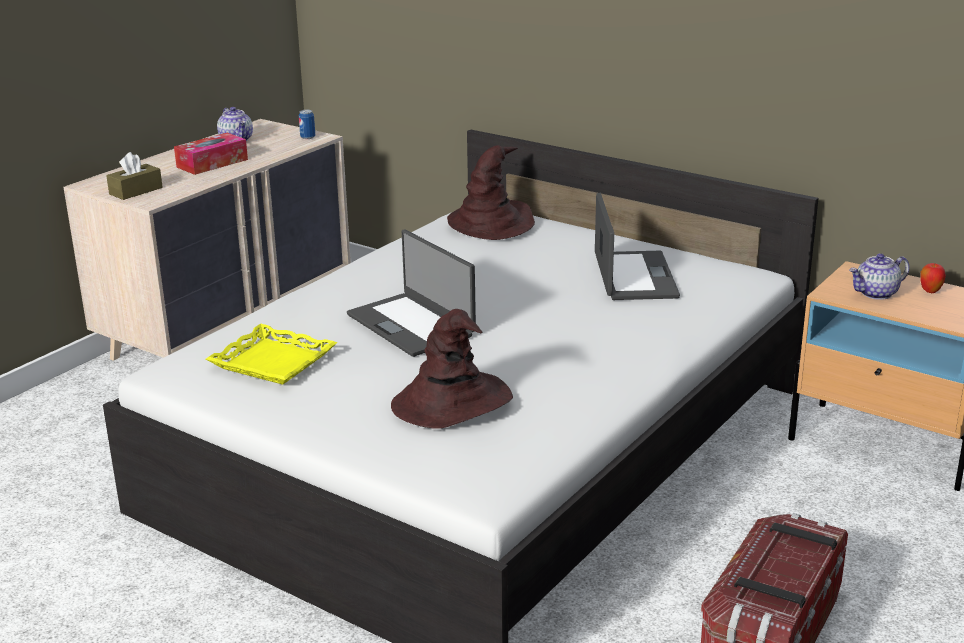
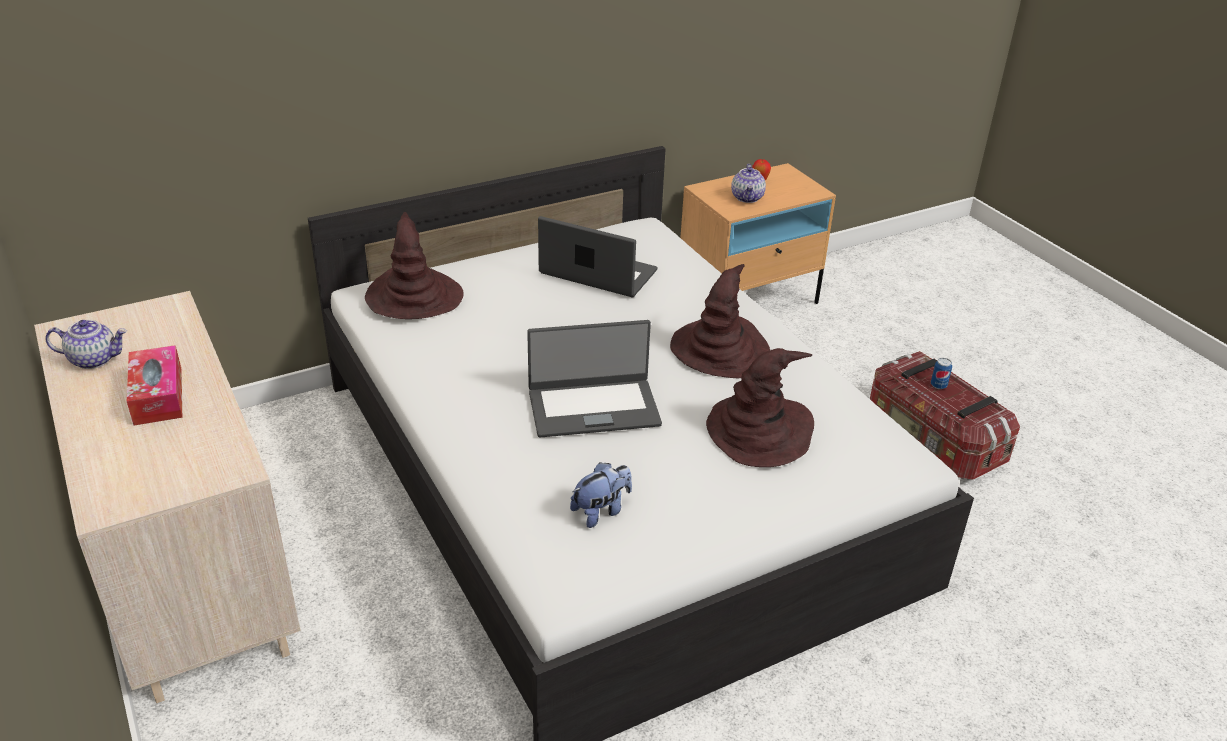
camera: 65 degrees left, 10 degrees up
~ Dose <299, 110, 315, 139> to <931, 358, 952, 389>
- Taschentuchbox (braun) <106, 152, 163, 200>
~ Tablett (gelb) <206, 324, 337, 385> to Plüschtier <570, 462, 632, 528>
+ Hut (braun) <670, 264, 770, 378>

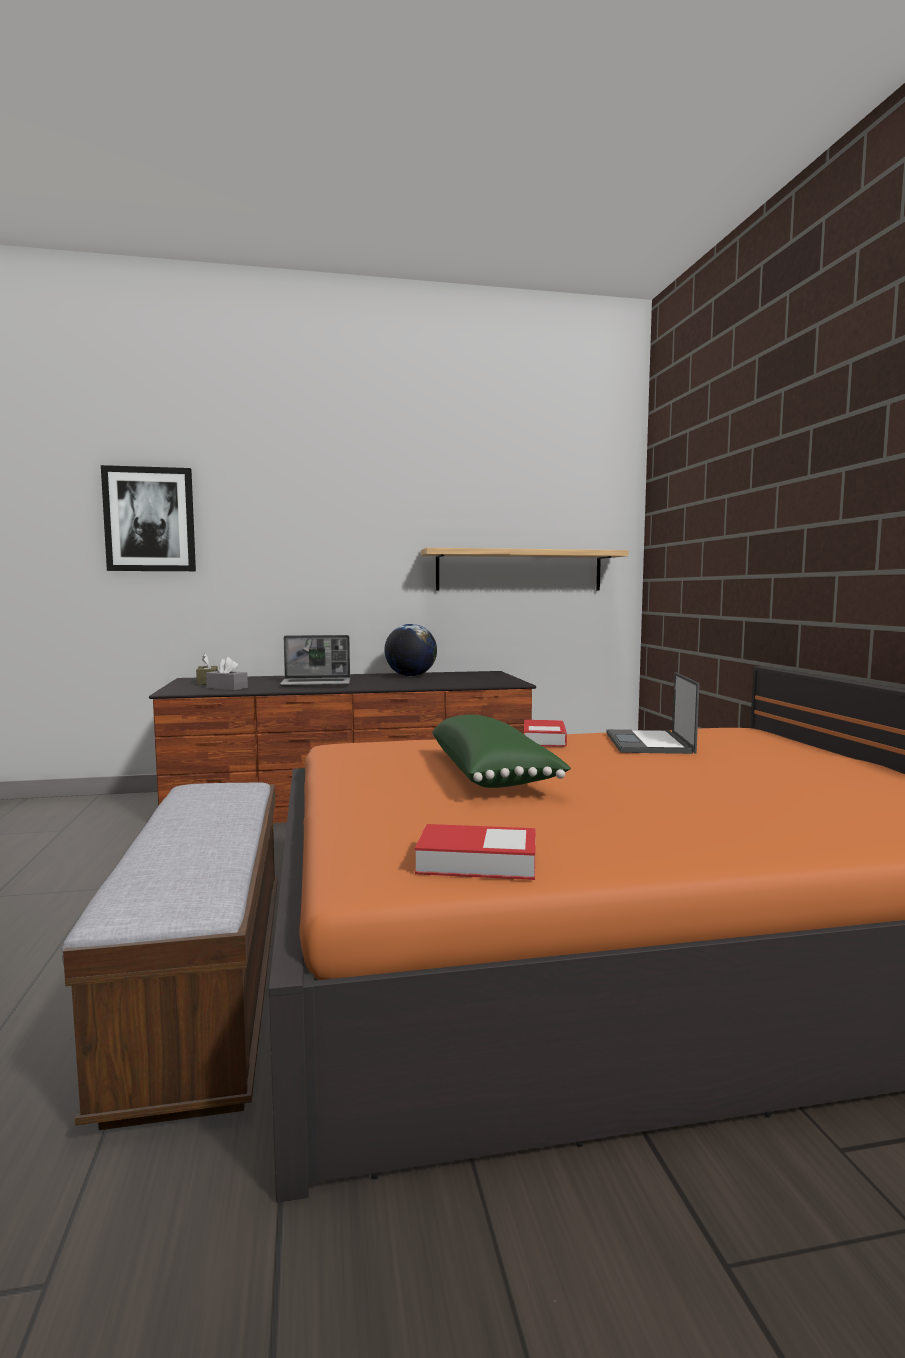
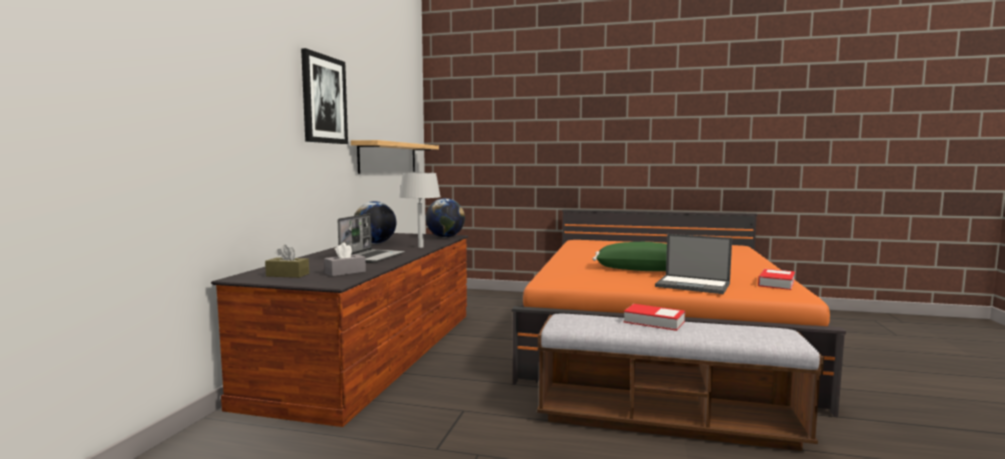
camera: 65 degrees left, 0 degrees up
~ Bild <101, 465, 196, 571> to <301, 48, 348, 144>
~ Laptop <607, 672, 699, 754> to <655, 234, 732, 294>
~ Buch <524, 720, 567, 747> to <624, 304, 685, 331>
+ Tischlampe (grau) <399, 173, 441, 248>
+ Globus <426, 198, 465, 237>

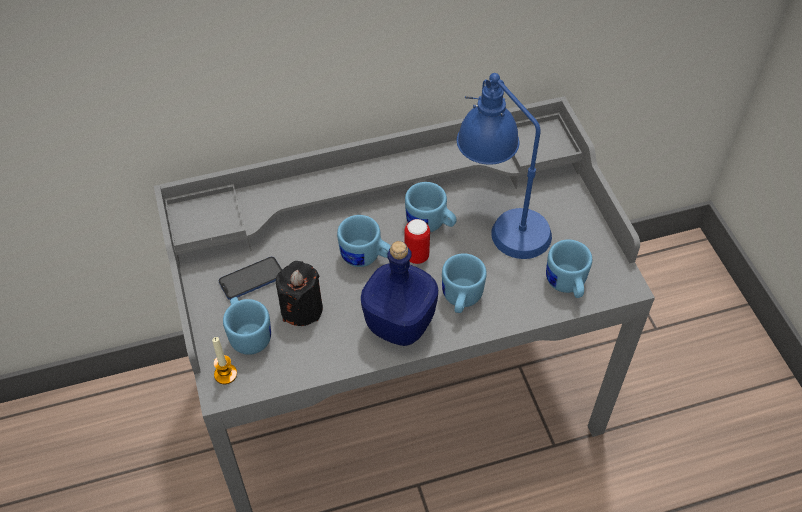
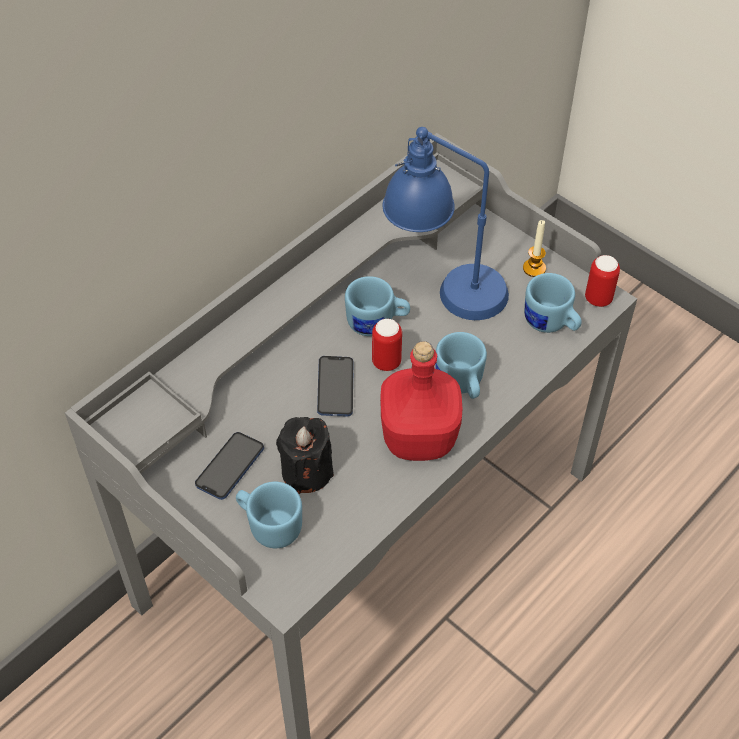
camera: 30 degrees left, 0 degrees up
~ Henkelbecher (blau) <337, 215, 391, 267> to Handy <317, 356, 353, 417>
~ Flasche (blau) <361, 241, 438, 346> to Flasche (rot) <380, 341, 462, 461>
~ Kerze <212, 337, 237, 384> to <523, 220, 546, 277>
+ Dose <585, 255, 620, 307>

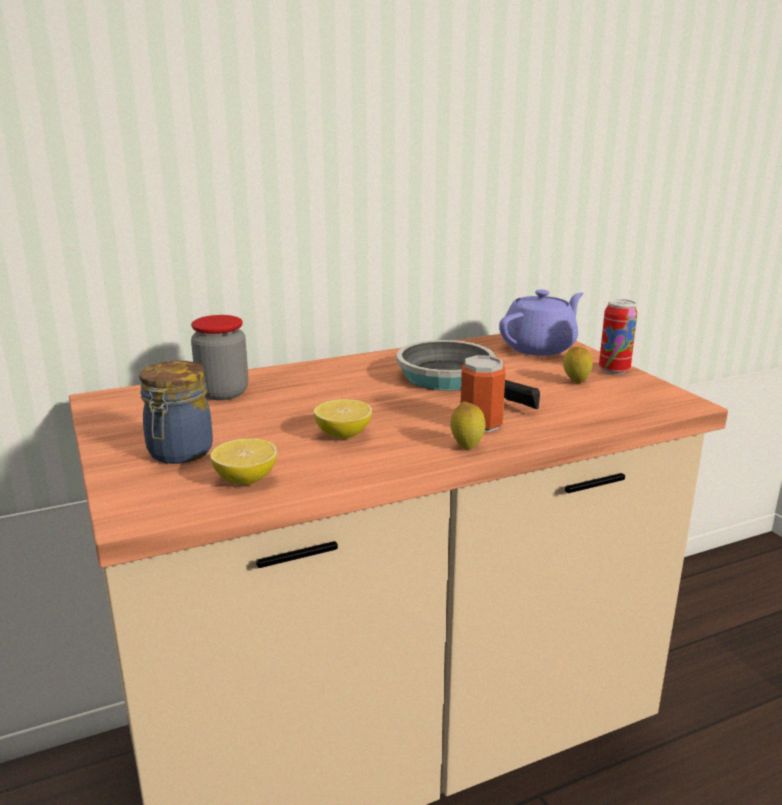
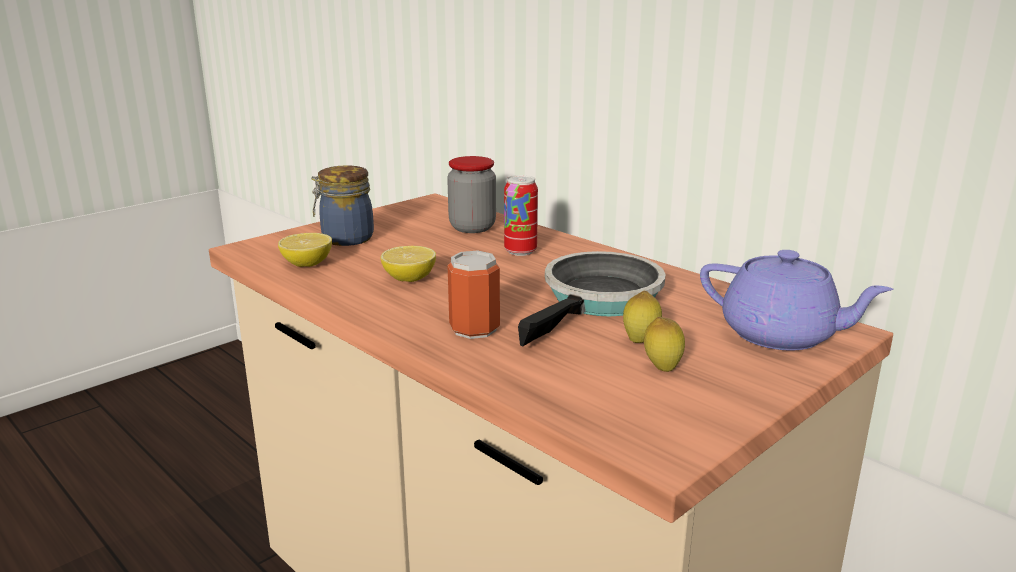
camera: 70 degrees right, 0 degrees up
~ Dose <599, 299, 637, 375> to <504, 175, 538, 256>
~ Zitrone <450, 401, 485, 450> to <623, 291, 662, 343>

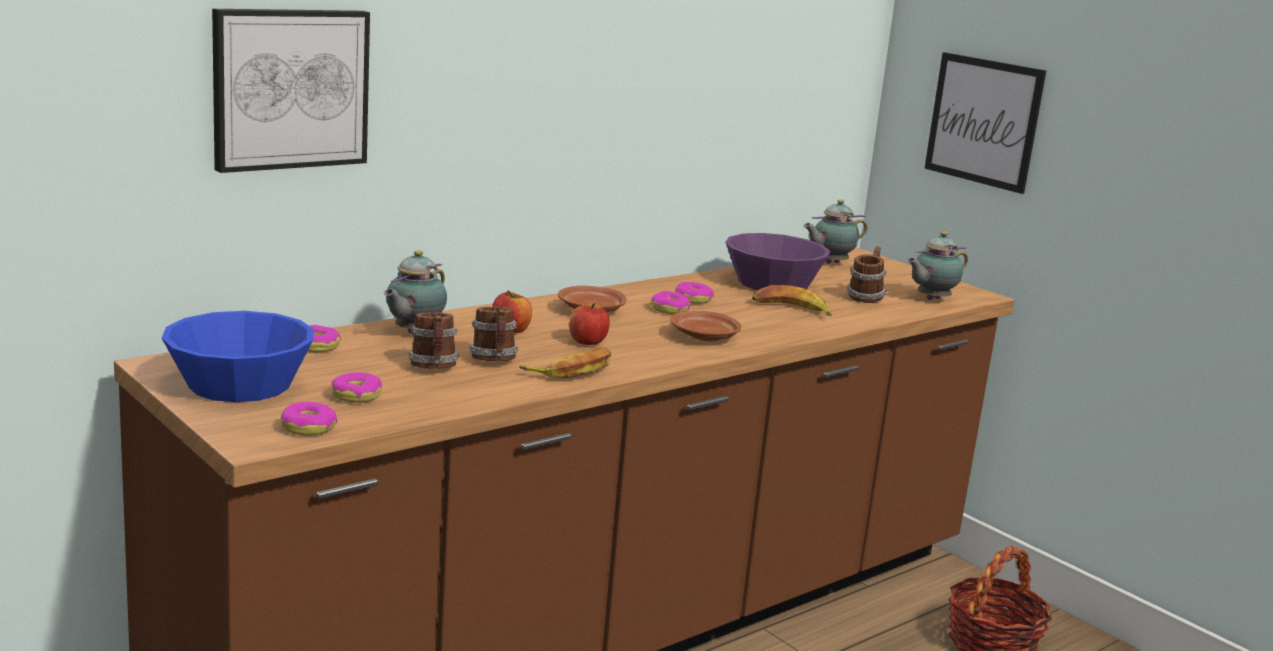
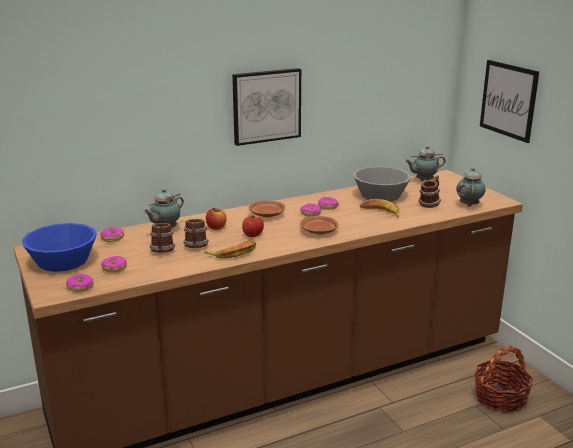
camera: 15 degrees right, 5 degrees up
~ Bild <212, 9, 370, 173> to <232, 68, 301, 146>
~ Teekanne <907, 231, 968, 300> = <456, 167, 486, 207> 120 degrees clockwise
~ Schüssel (lila) <725, 233, 830, 290> to Schüssel (grau) <353, 166, 411, 202>

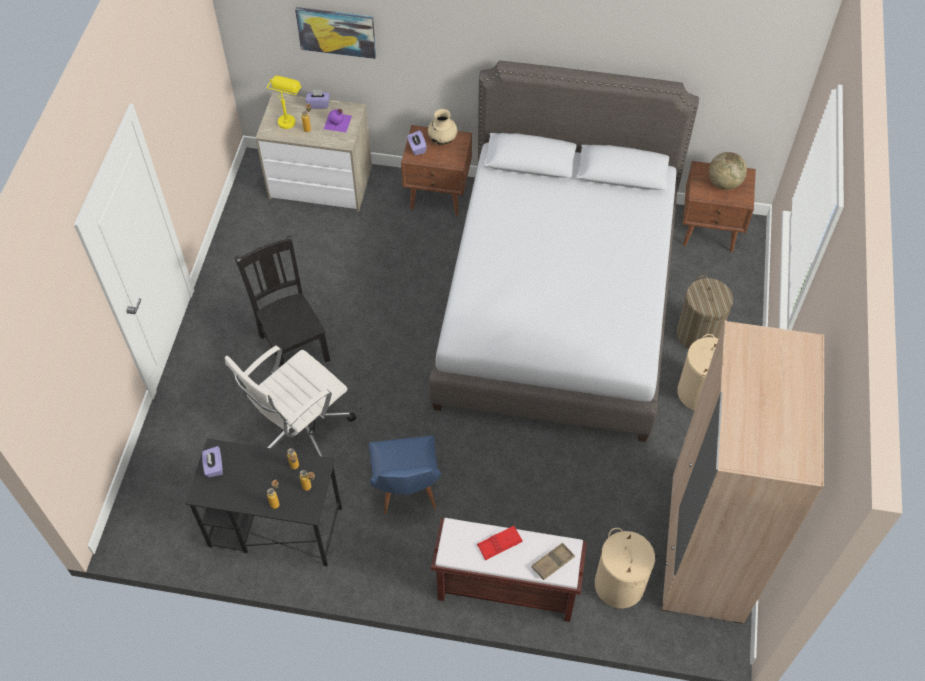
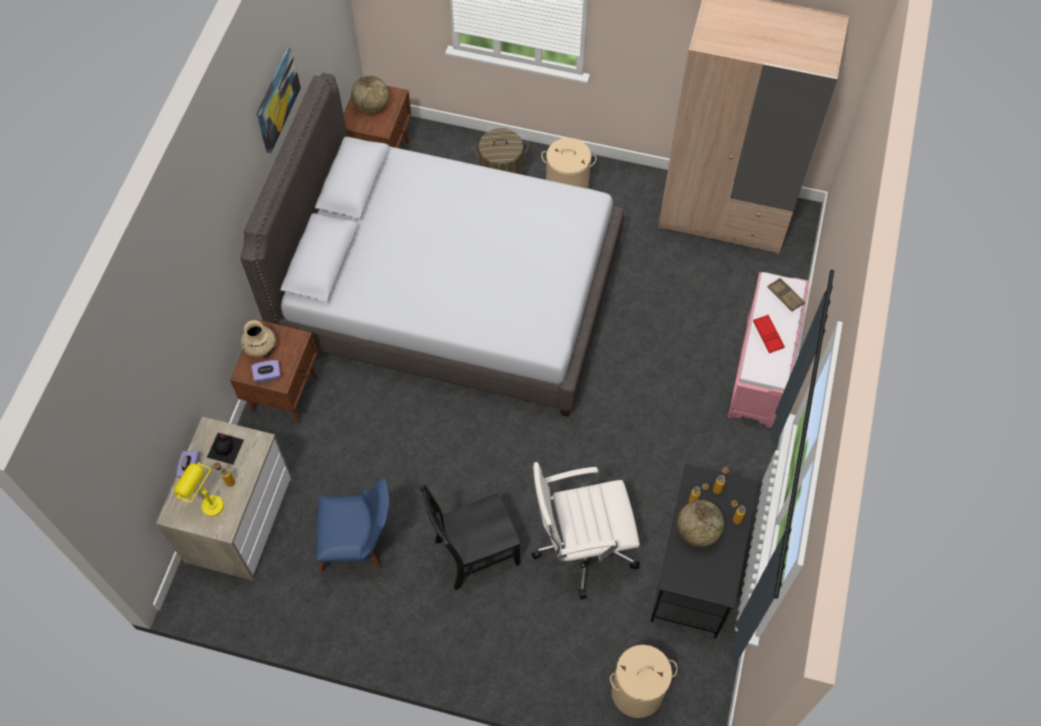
camera: 85 degrees left, 5 degrees up
~ Bild <295, 7, 376, 59> to <256, 48, 301, 153>
~ Flasche (lila) <324, 109, 352, 132> to Flasche (schwarz) <207, 433, 244, 465>
~ Bürostuhl (weiß) <225, 346, 356, 457> = <531, 462, 640, 599> 120 degrees clockwise
~ Stuhl (blau) <369, 435, 441, 515> to <316, 478, 389, 573>
- Taschentuchbox (lila) <202, 446, 223, 477>
~ Bank (braun) <431, 518, 587, 622> to Bank (rosa) <728, 272, 809, 428>
~ Wäschekorb (beige) <595, 528, 655, 608> to <610, 645, 678, 718>
+ Globus <677, 500, 724, 547>

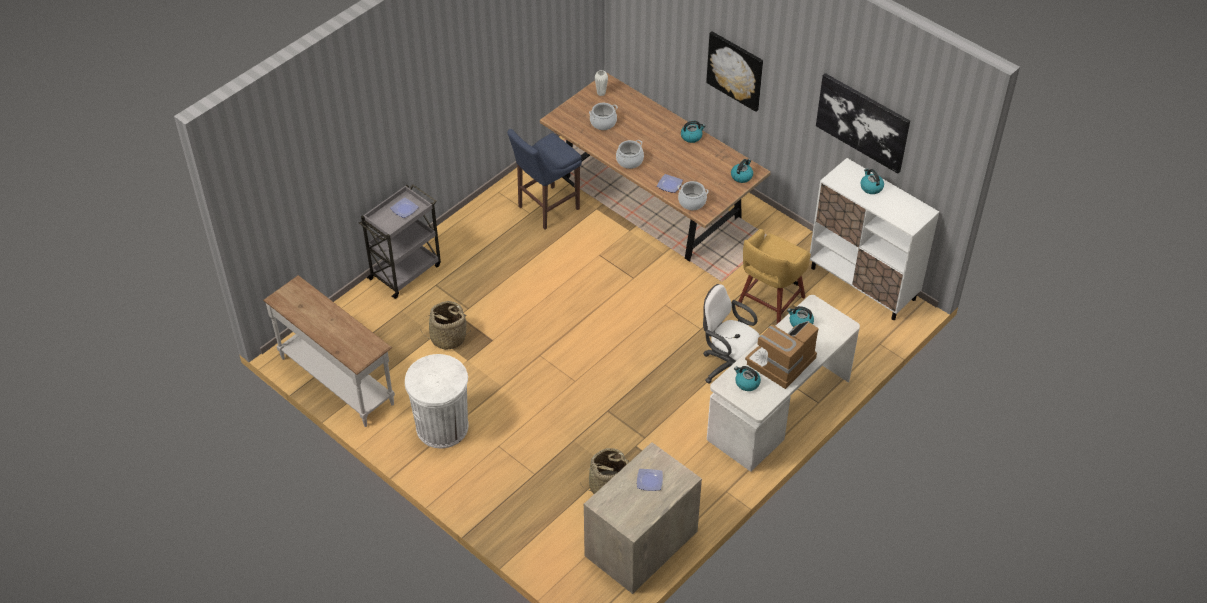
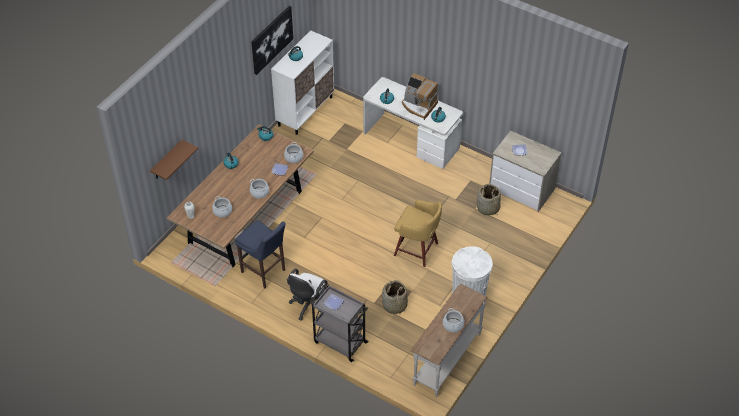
camera: 100 degrees left, 0 degrees up
- Bild <706, 32, 763, 112>
~ Hocker (gelb) <737, 229, 811, 324> to <394, 200, 442, 267>
~ Bürostuhl (weiß) <703, 284, 760, 384> to <287, 269, 327, 321>
+ Wandregal (braun) <150, 140, 199, 180>
+ Kochtopf <443, 308, 464, 333>

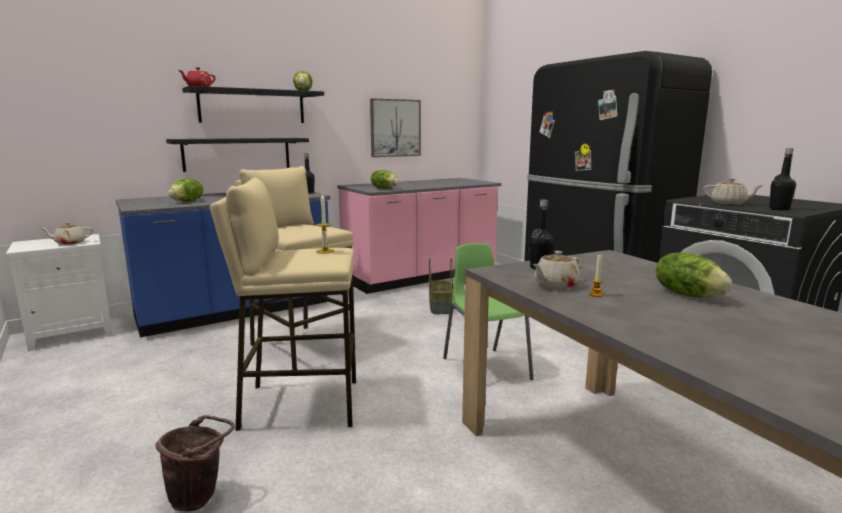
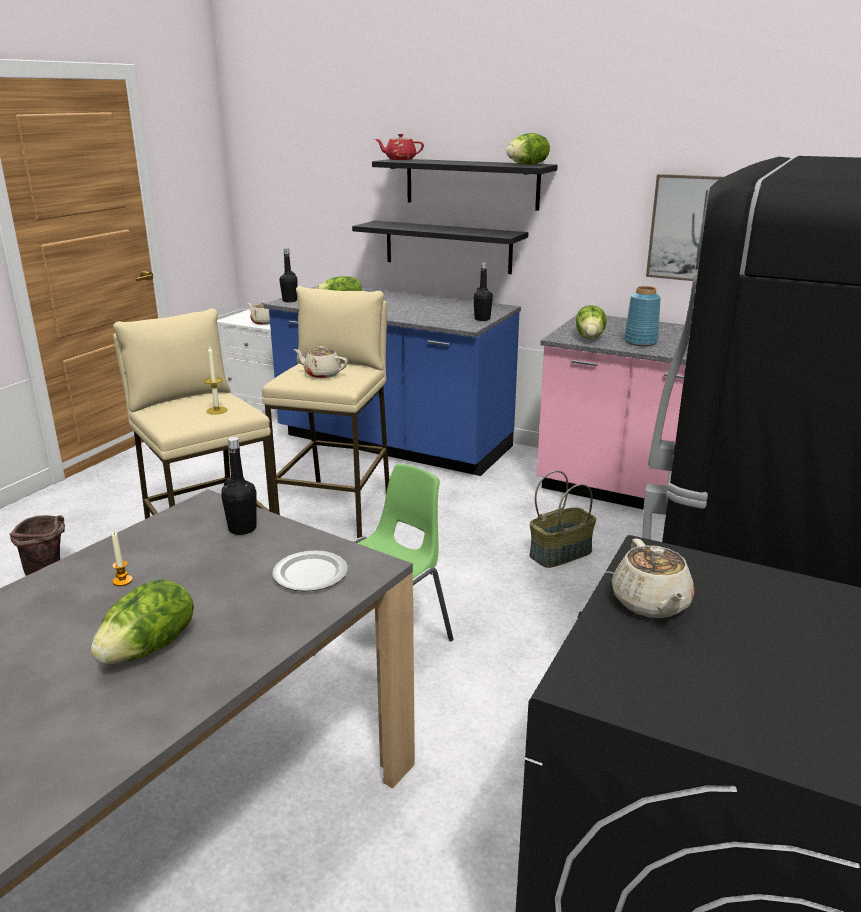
camera: 60 degrees right, 10 degrees up
~ Flasche (schwarz) <769, 148, 796, 211> to <279, 249, 298, 302>
~ Teekanne (beige) <533, 251, 580, 289> to <294, 346, 348, 378>
+ Vase (blau) <624, 286, 661, 346>
+ Teller <272, 550, 348, 591>

